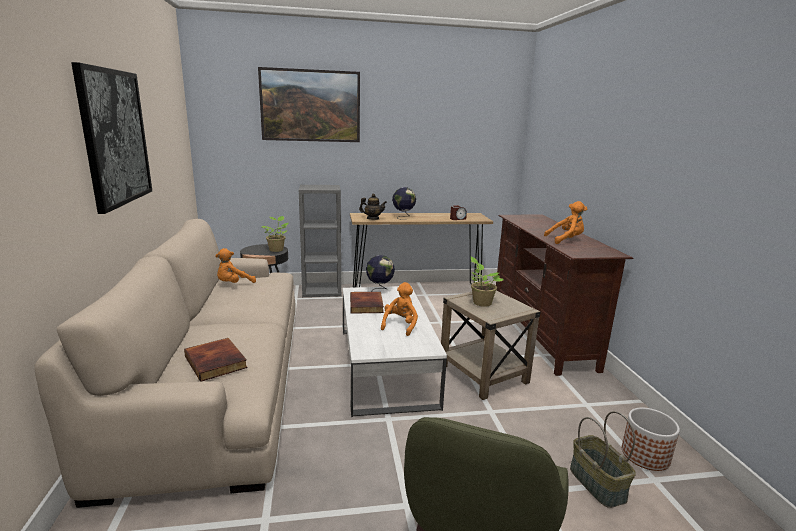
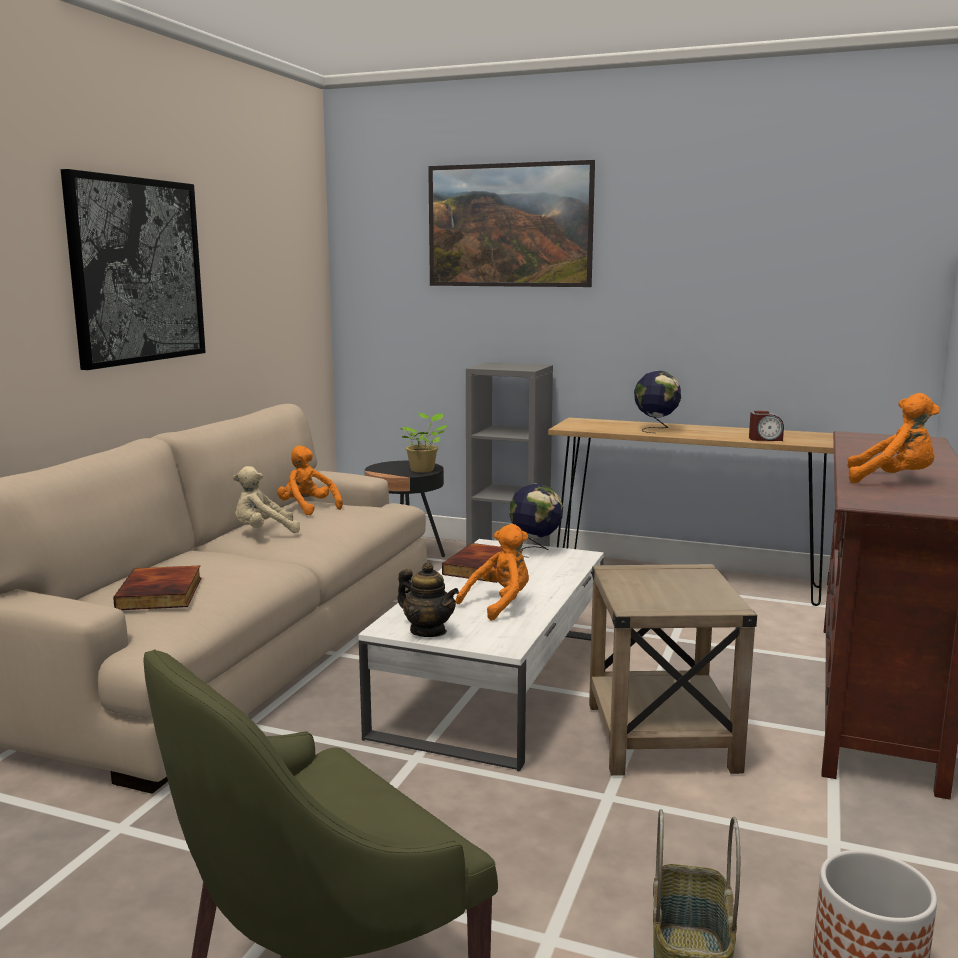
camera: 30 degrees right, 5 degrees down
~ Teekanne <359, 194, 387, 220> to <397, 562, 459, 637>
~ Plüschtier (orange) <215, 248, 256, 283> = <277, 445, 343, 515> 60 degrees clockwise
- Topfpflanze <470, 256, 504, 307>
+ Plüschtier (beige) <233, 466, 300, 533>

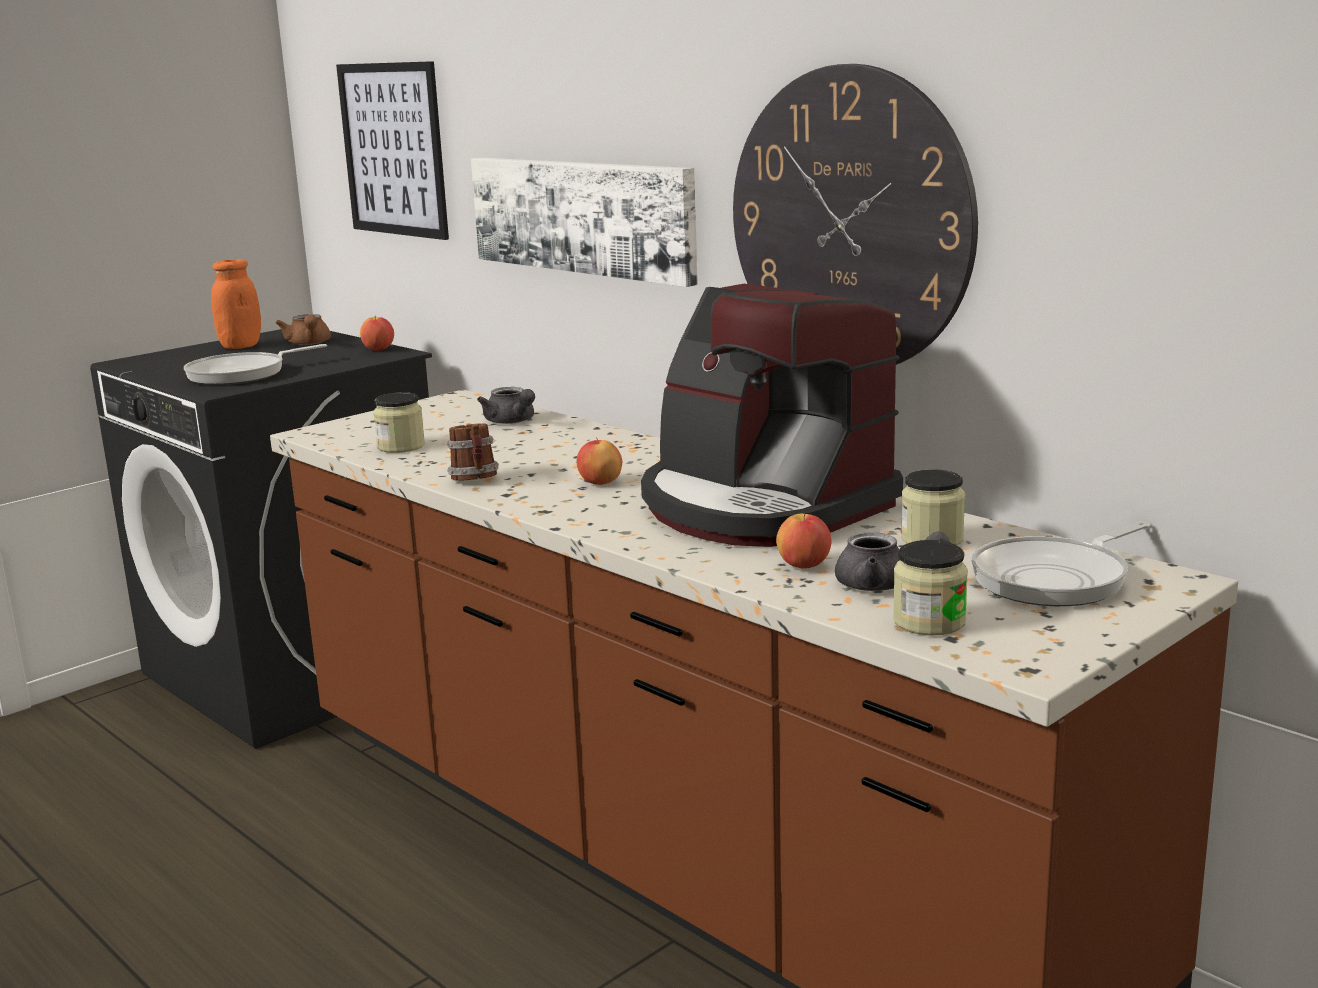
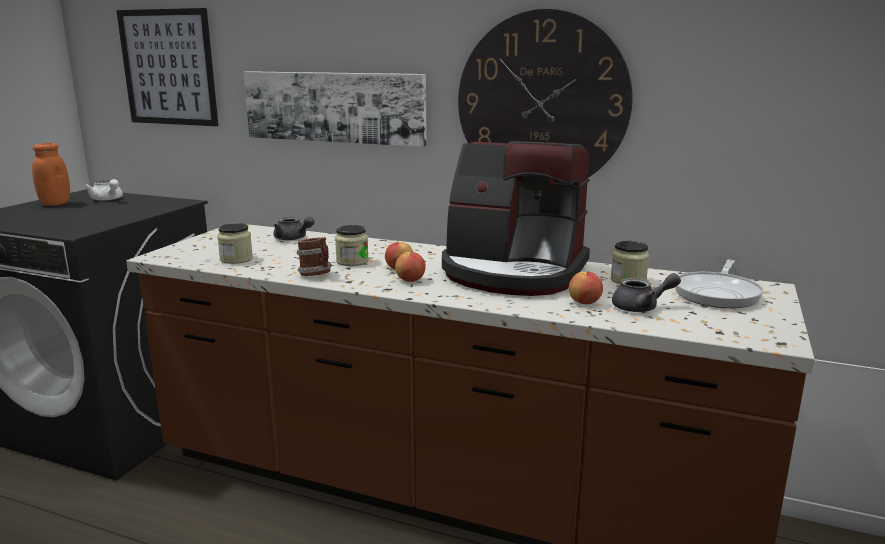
camera: 25 degrees left, 0 degrees up
~ Teekanne (braun) <276, 314, 331, 345> to Teekanne (weiß) <84, 179, 123, 201>
~ Apfel <360, 317, 394, 351> to <395, 251, 426, 282>
- Pfanne <184, 344, 327, 385>
~ Vorratsglas <893, 540, 968, 636> to <335, 225, 369, 266>

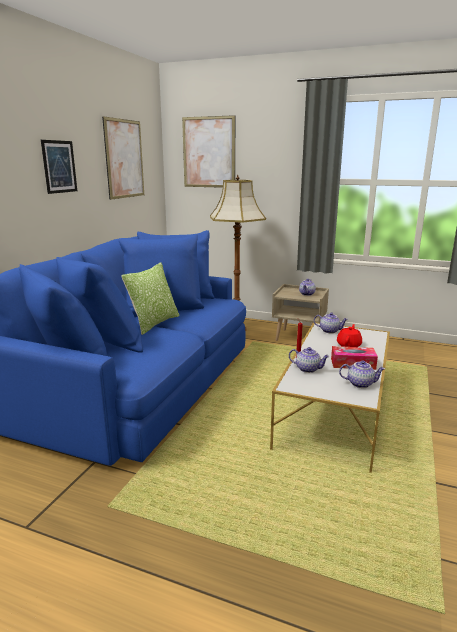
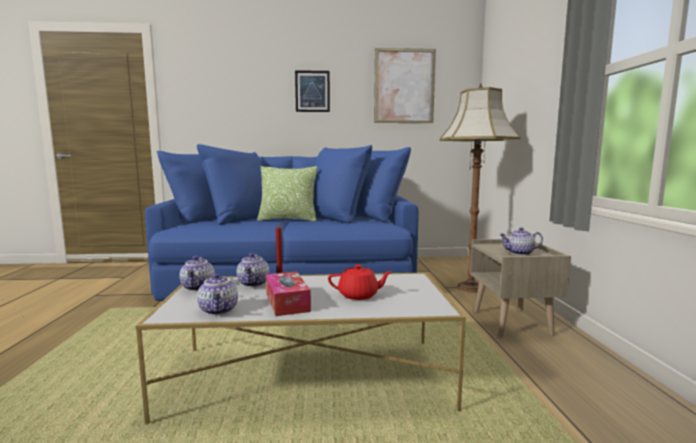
camera: 65 degrees right, 10 degrees down
- Bild <182, 115, 235, 188>
~ Teekanne <314, 312, 348, 333> to <179, 256, 215, 291>

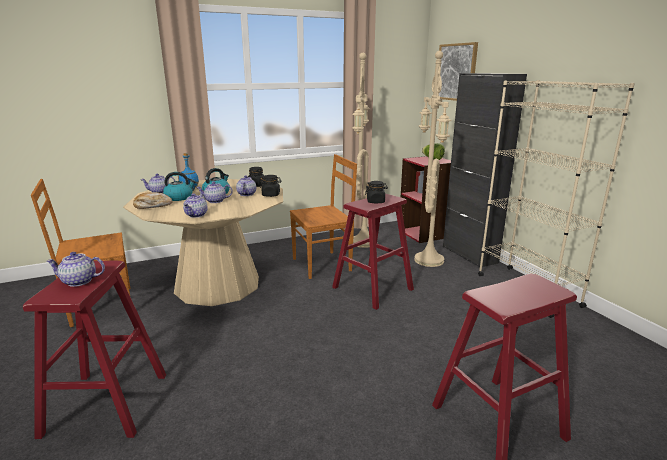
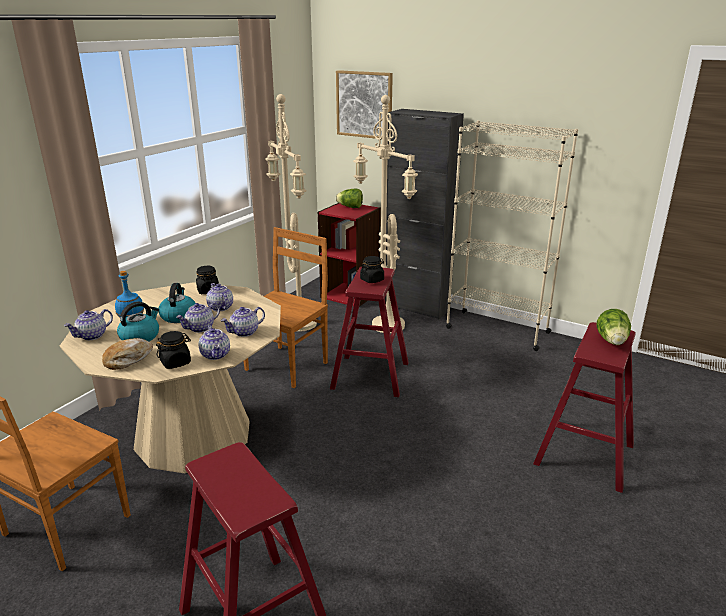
camera: 35 degrees left, 5 degrees up
~ Vorratsglas (schwarz) <260, 175, 282, 197> to <156, 331, 191, 369>
~ Teekanne <46, 252, 105, 287> to <221, 307, 265, 337>
+ Salatkopf <596, 309, 631, 345>

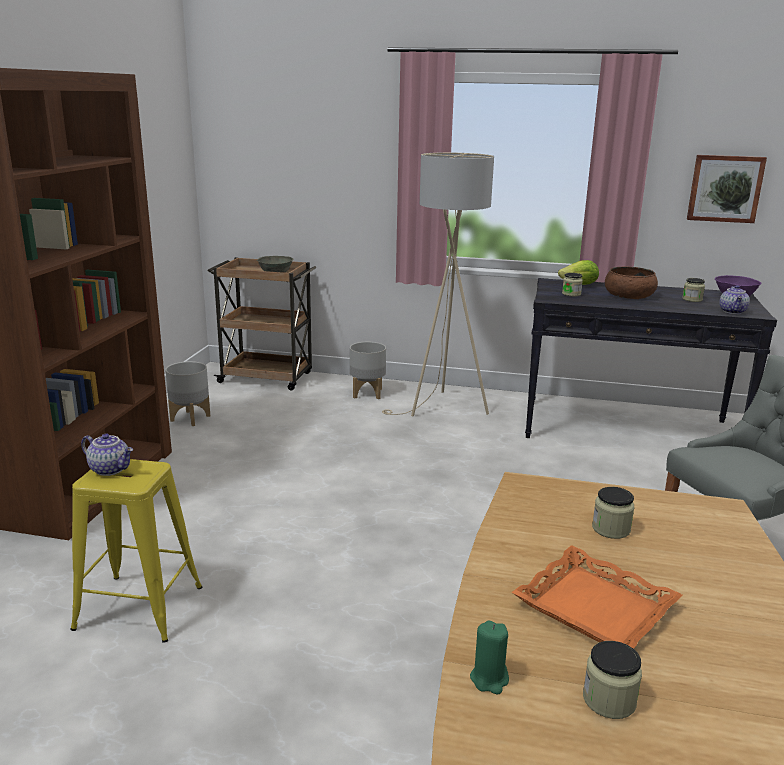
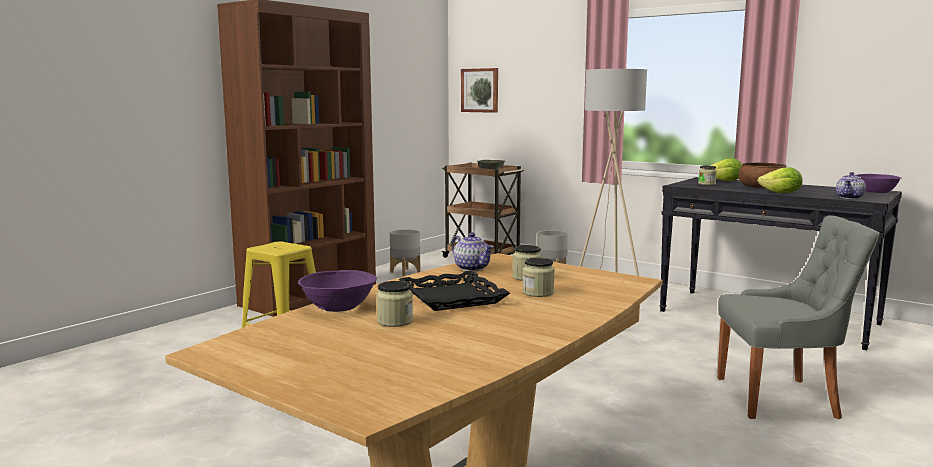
camera: 25 degrees right, 10 degrees down
~ Bild <687, 155, 767, 223> to <461, 68, 498, 113>
~ Vorratsglas <682, 278, 705, 302> to <523, 258, 555, 297>
~ Teekanne <81, 433, 133, 476> to <451, 232, 494, 271>
~ Tablett (orange) <512, 545, 682, 649> to Tablett (schwarz) <399, 271, 510, 311>
~ Kerze (grün) <470, 621, 509, 694> to Schüssel (lila) <298, 270, 377, 312>
+ Salatkopf <757, 167, 803, 193>

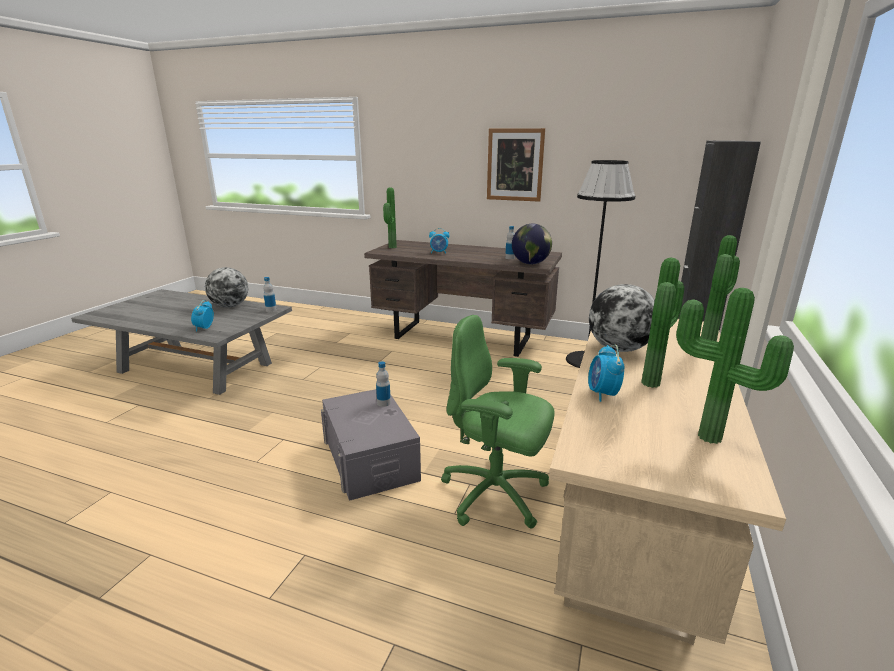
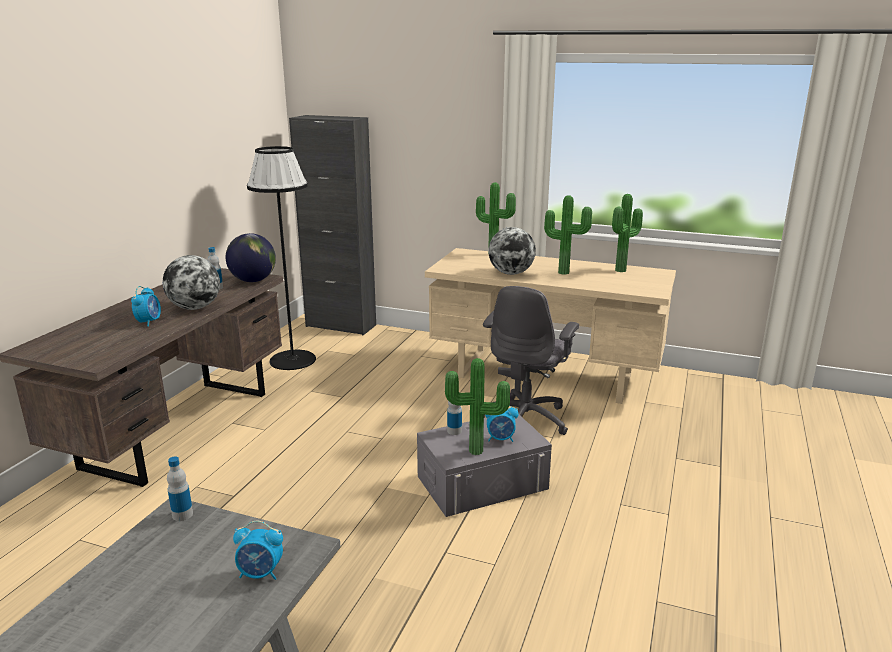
camera: 90 degrees left, 0 degrees up
- Bild <487, 128, 545, 202>
~ Topfpflanze <383, 187, 397, 248> to <445, 358, 510, 455>
~ Globus <205, 267, 248, 308> to <163, 255, 220, 310>
~ Bürostuhl (grün) <441, 315, 555, 529> to Bürostuhl (grau) <483, 286, 579, 435>
~ Wecker <588, 344, 625, 402> to <485, 405, 518, 442>

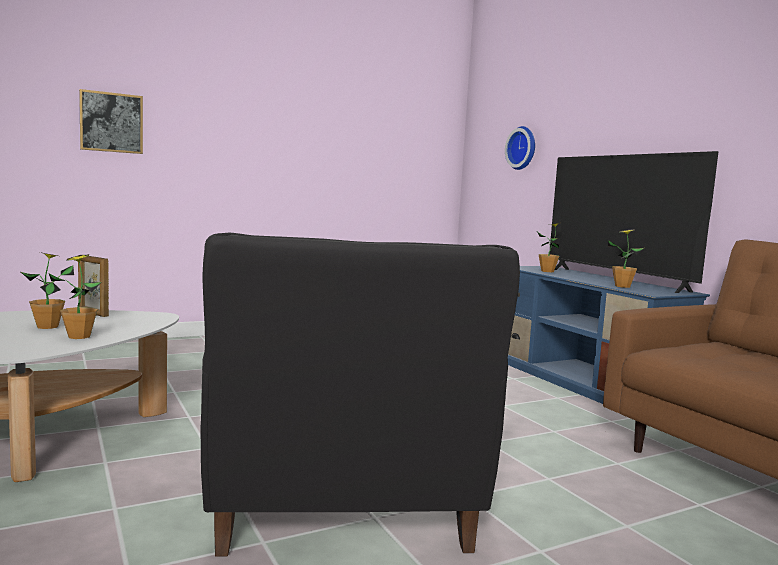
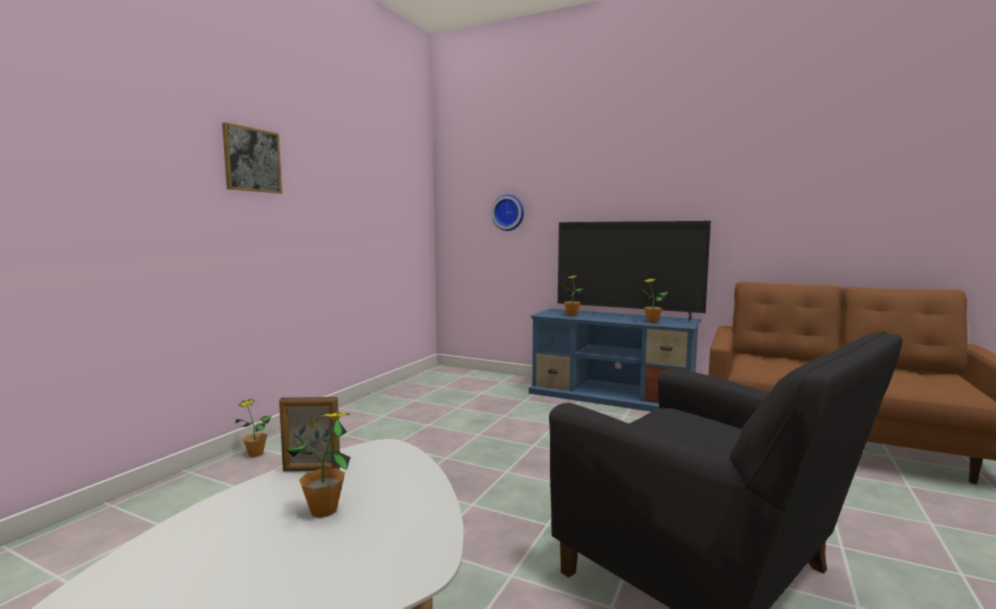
camera: 35 degrees left, 0 degrees up
~ Bild <79, 89, 143, 154> to <222, 122, 282, 193>
~ Topfpflanze <49, 254, 101, 339> to <235, 399, 272, 457>

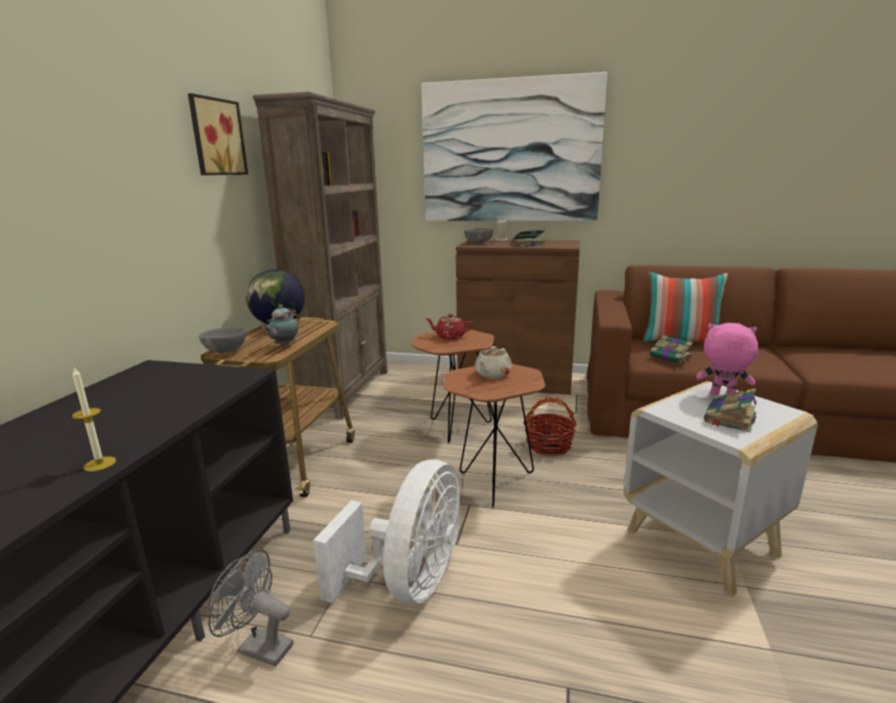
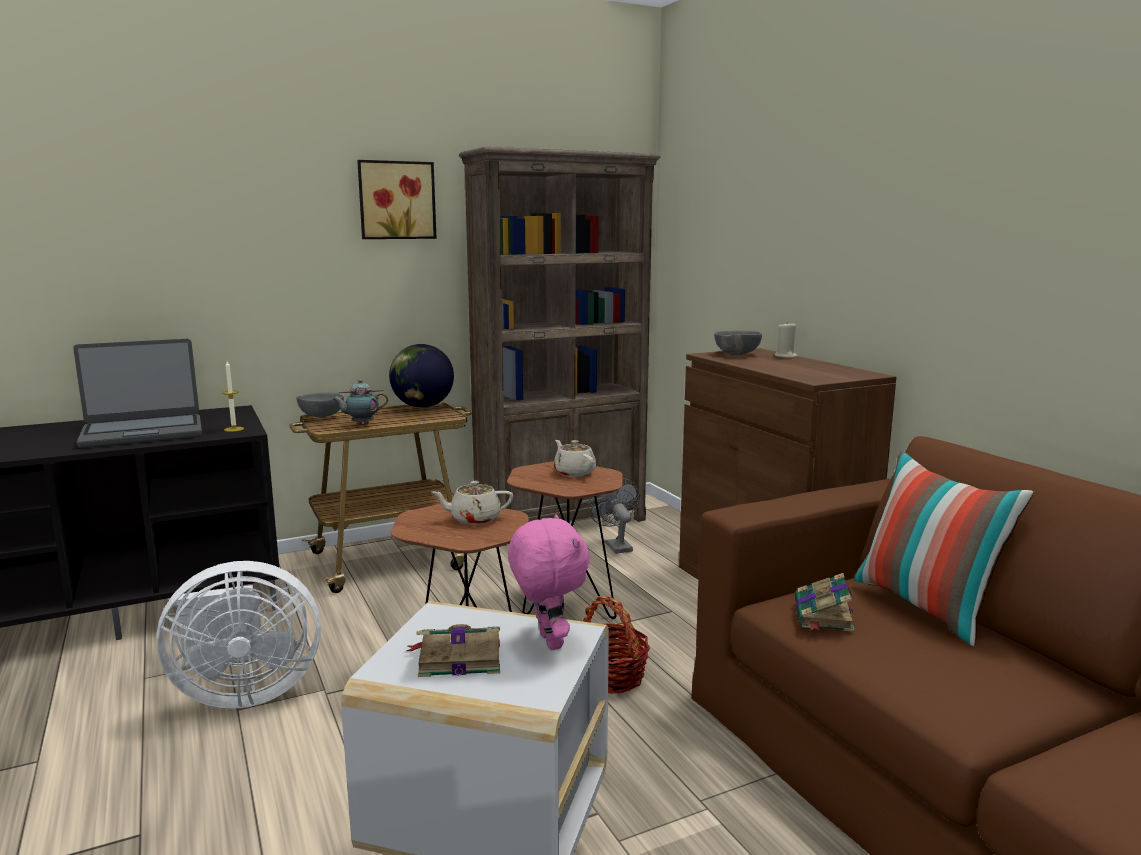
camera: 50 degrees right, 5 degrees down
- Bild <421, 72, 608, 221>
- Buch <511, 230, 546, 247>
~ Teekanne (rot) <425, 314, 473, 339> to Teekanne (beige) <554, 440, 596, 477>
~ Kerze <72, 367, 116, 472> to <222, 361, 244, 432>
~ Ventilator (grau) <208, 550, 294, 667> to <588, 478, 640, 554>
+ Laptop <73, 339, 202, 448>

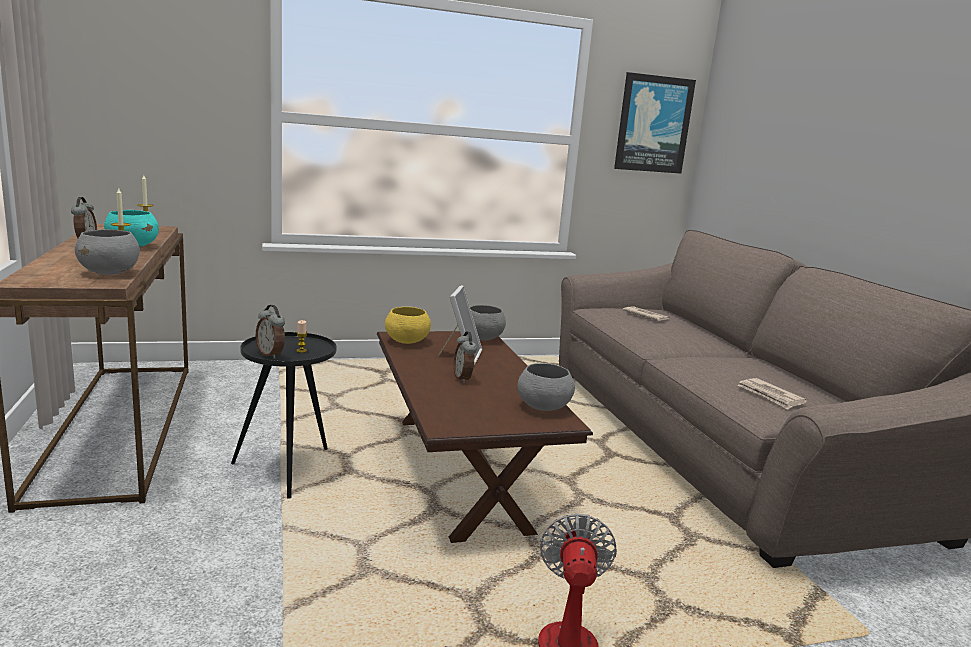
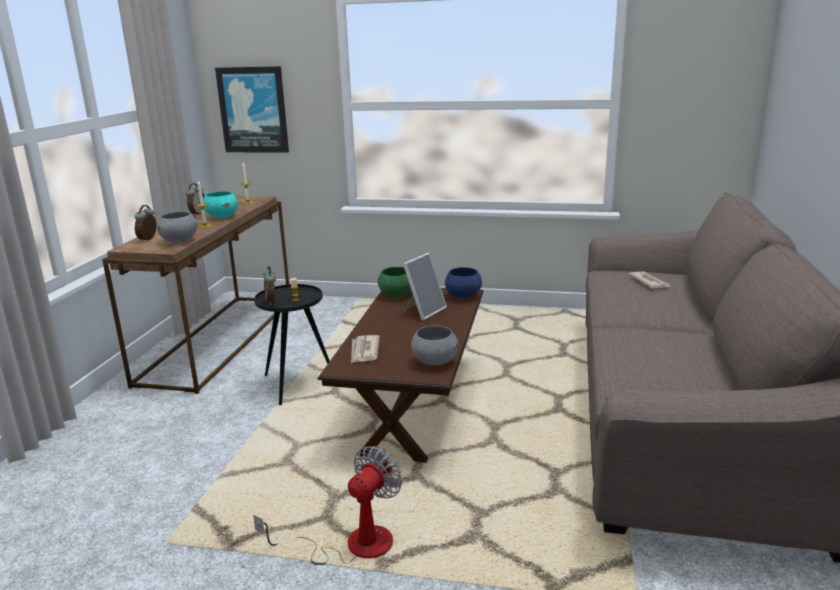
camera: 30 degrees right, 5 degrees up
~ Bild <614, 72, 696, 174> to <215, 66, 289, 153>
~ Schüssel (grau) <470, 305, 506, 340> to Schüssel (blau) <445, 267, 482, 298>
~ Schüssel (gelb) <385, 307, 431, 344> to Schüssel (grün) <378, 267, 412, 297>
~ Wecker <454, 331, 477, 383> to <135, 205, 156, 242>
~ Zeitung <738, 378, 807, 409> to <351, 335, 380, 364>

